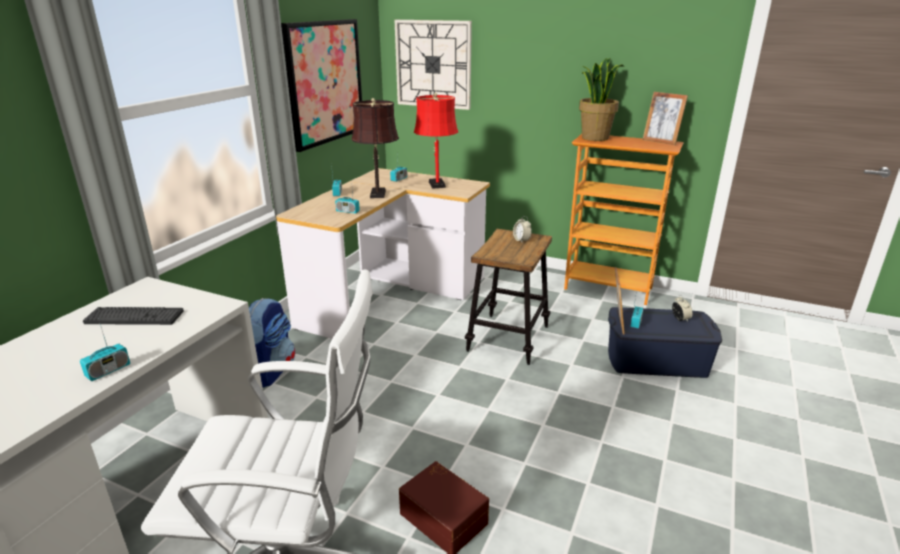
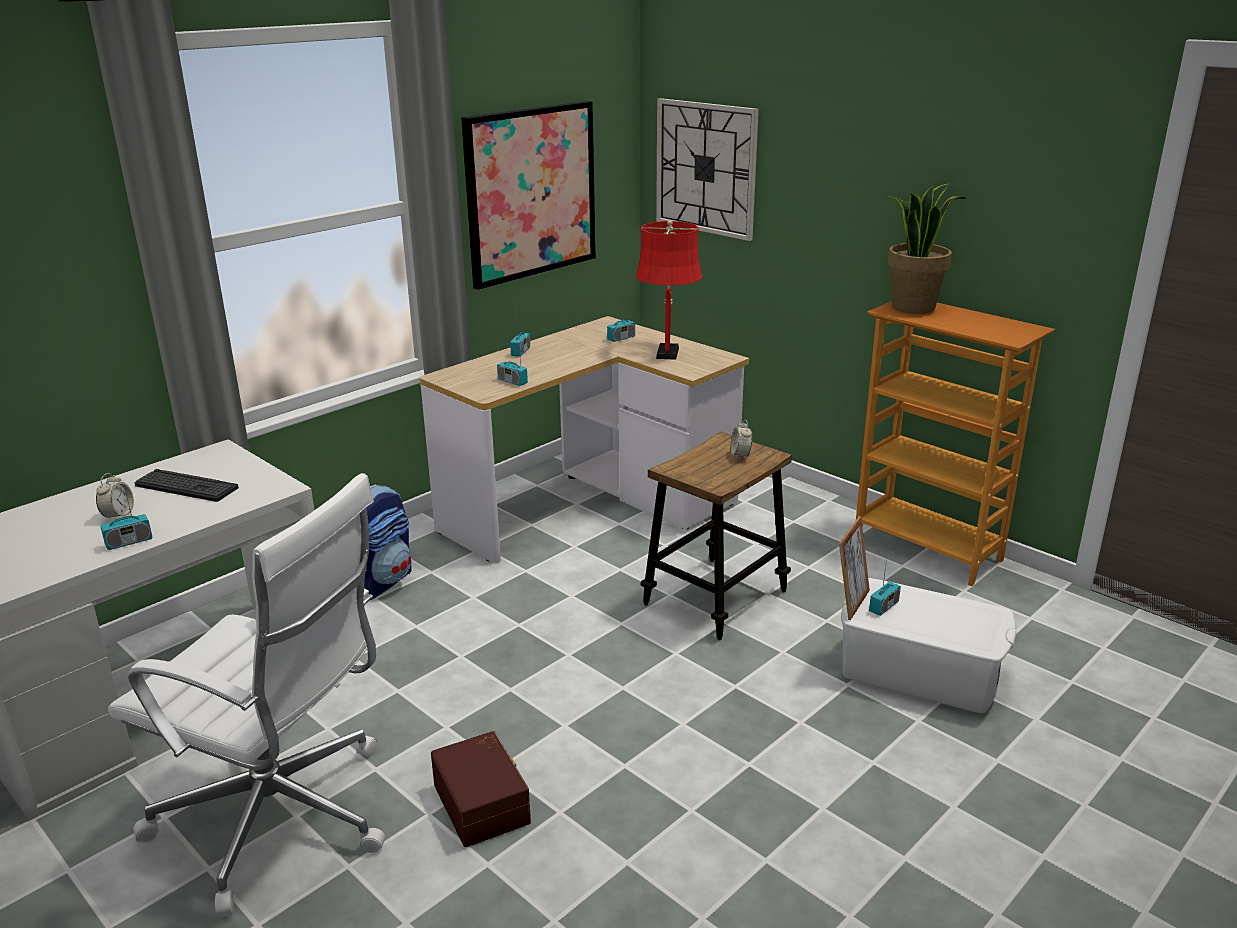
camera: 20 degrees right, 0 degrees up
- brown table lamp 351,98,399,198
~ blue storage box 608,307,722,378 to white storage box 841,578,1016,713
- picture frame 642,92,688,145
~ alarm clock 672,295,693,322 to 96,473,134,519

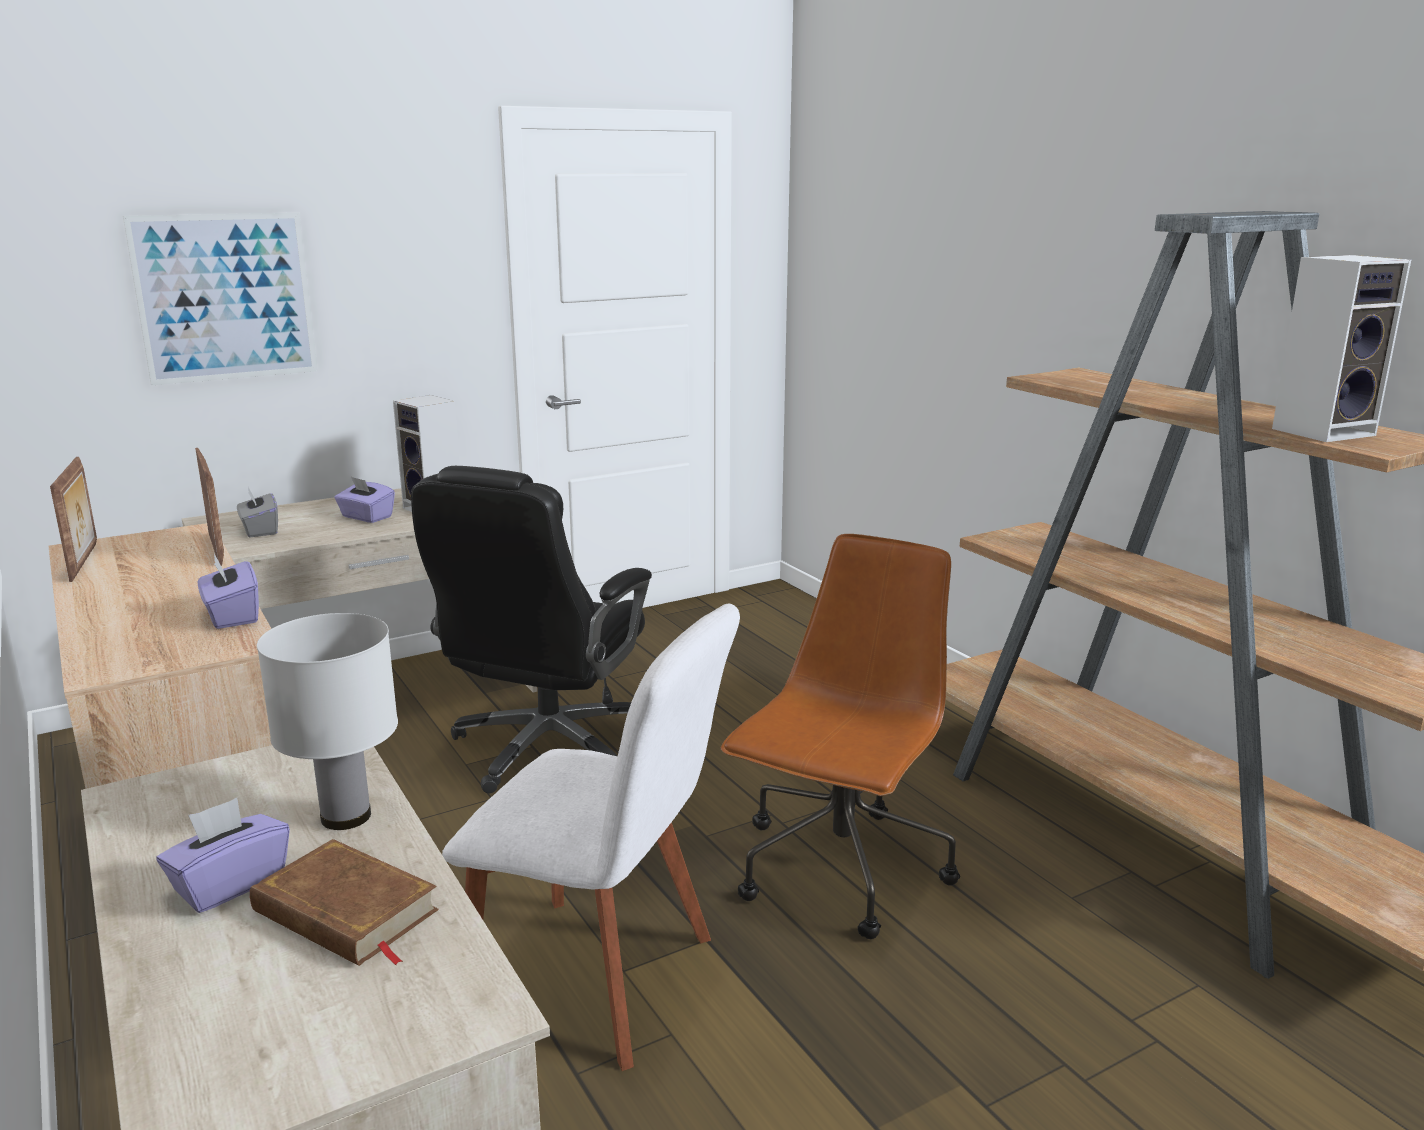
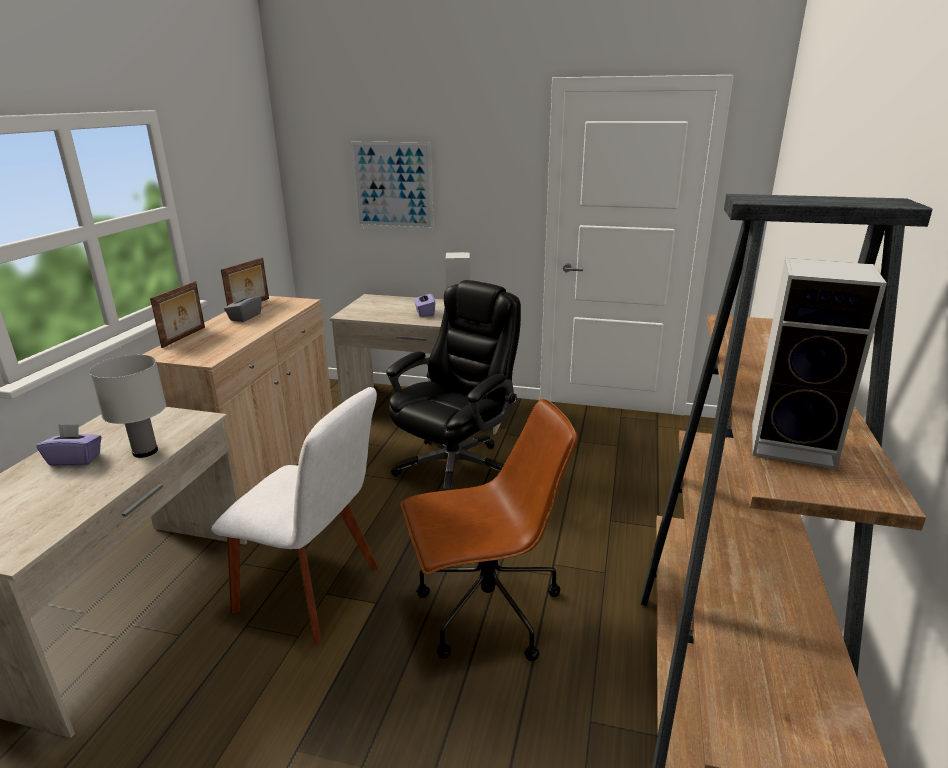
camera: 45 degrees right, 5 degrees up
~ picture frame 195,448,224,566 to 150,281,205,348
- purple tissue box 198,554,259,629
~ grey tissue box 237,487,278,537 to 224,290,262,322
- brown book 250,839,439,966
~ black office chair 411,466,652,794 = 386,280,521,491 150 degrees clockwise
~ white chair 442,604,740,1071 = 211,387,379,644 45 degrees counterclockwise

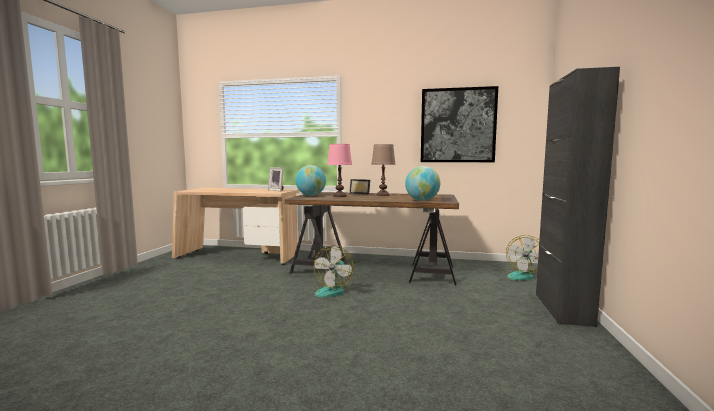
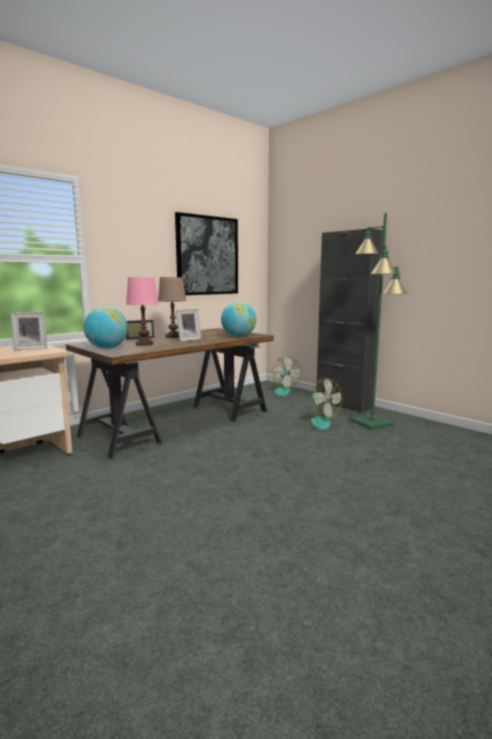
camera: 55 degrees left, 5 degrees up
~ fan 314,245,354,297 to 293,378,343,430
+ picture frame 176,309,201,341
+ green floor lamp 351,213,407,430

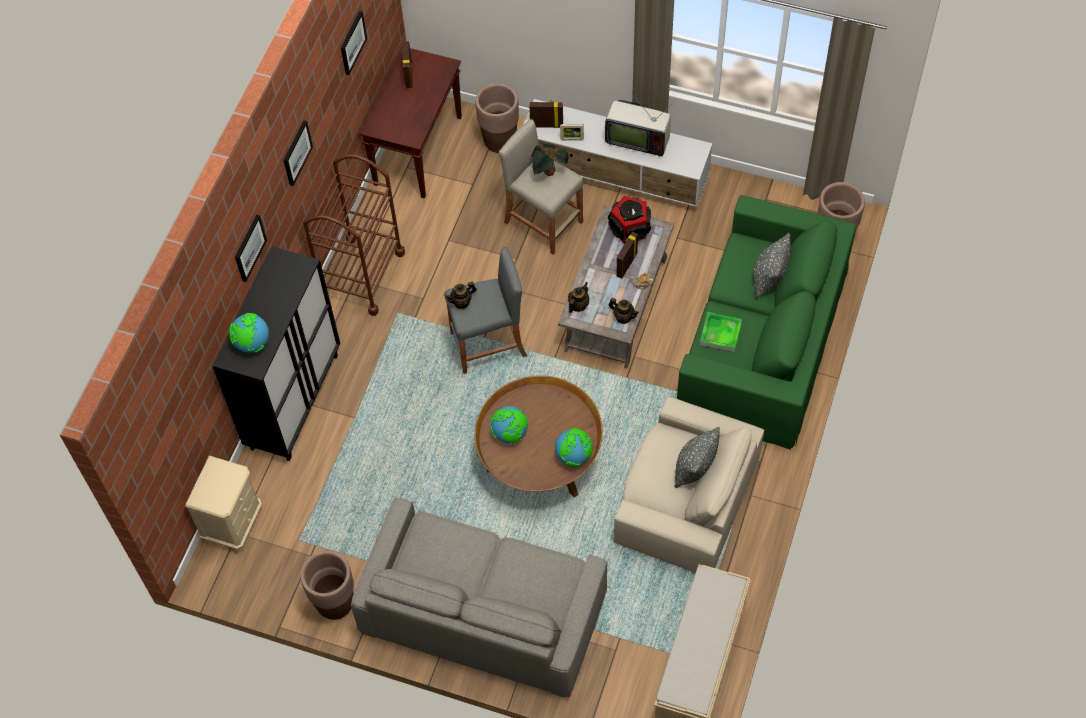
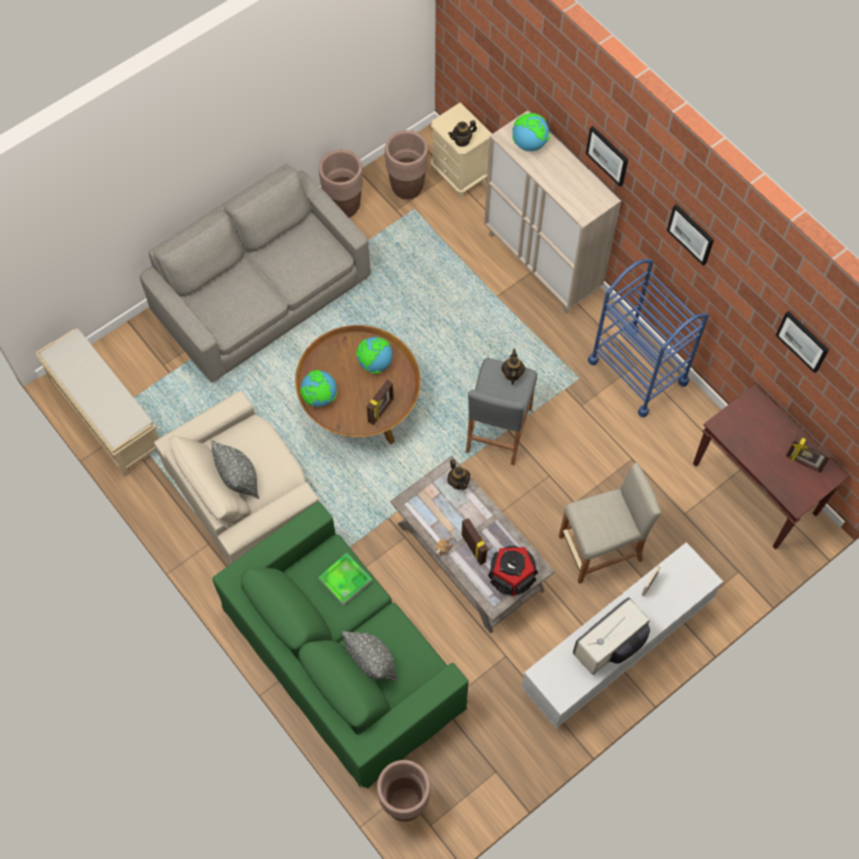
camera: 120 degrees right, 5 degrees up
~ black cabinet 213,247,340,461 to beige cabinet 484,111,621,314
~ brown cart 303,154,405,316 to blue cart 588,259,709,418
~ brown planter 475,83,519,153 to 385,130,428,200
~ picture frame 529,101,563,128 to 367,380,394,425
- potted plant 531,144,568,176
~ teapot 608,298,639,324 to 448,120,477,147

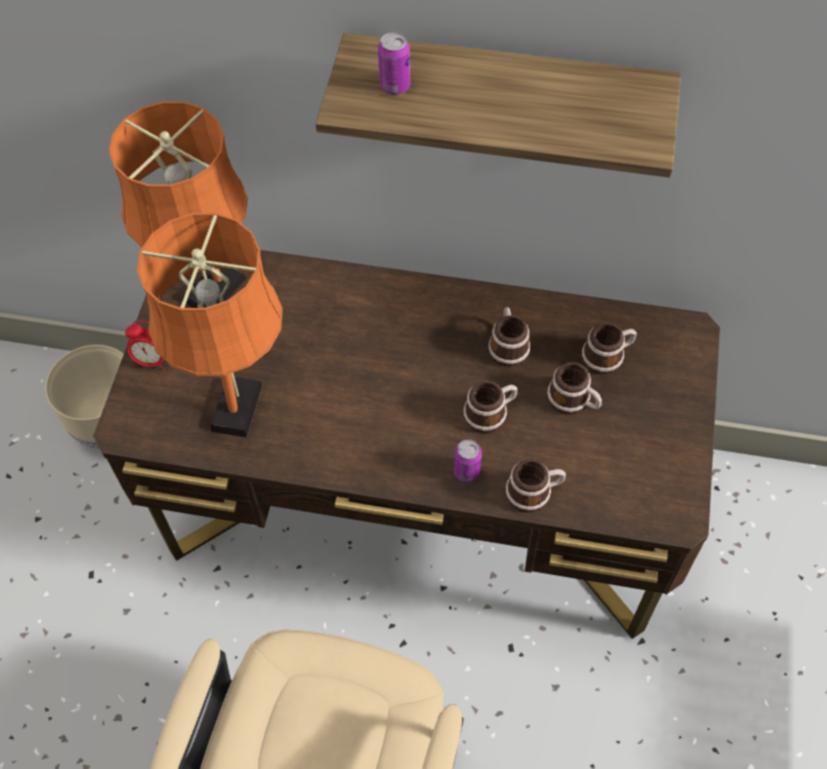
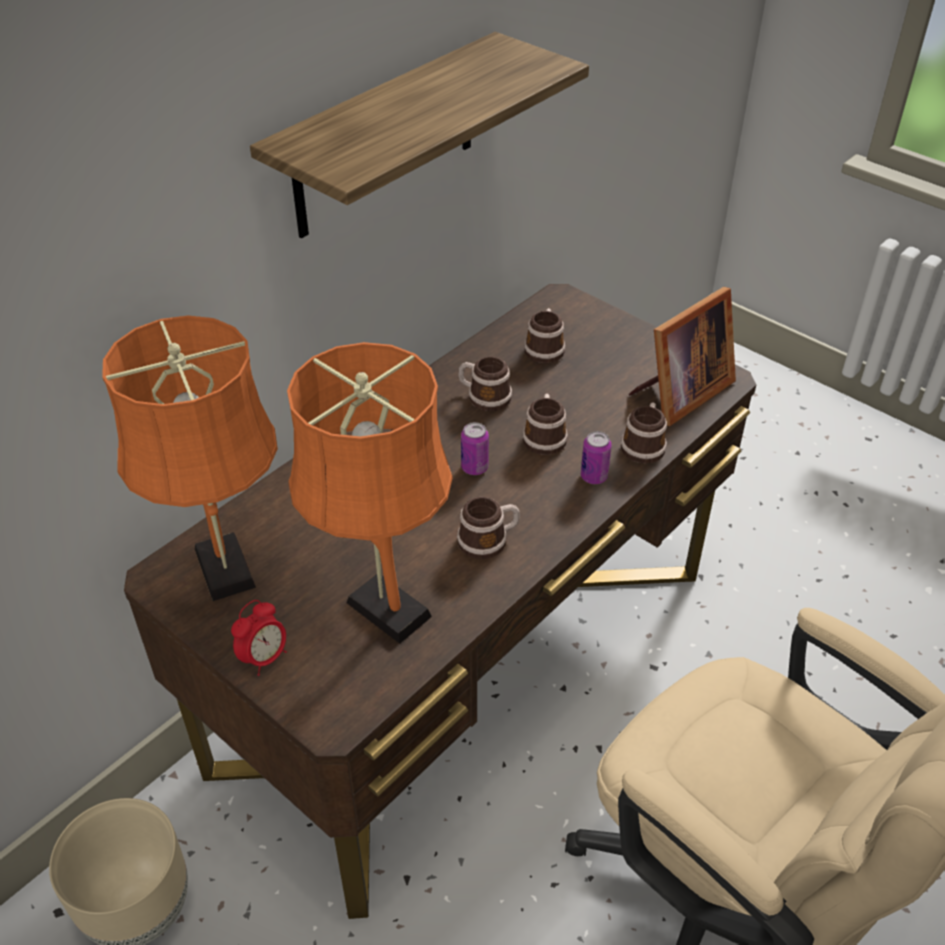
camera: 60 degrees left, 15 degrees down
~ can 378,32,410,95 to 461,422,489,475
~ mug 547,362,602,415 to 457,497,520,559
+ picture frame 629,287,736,426

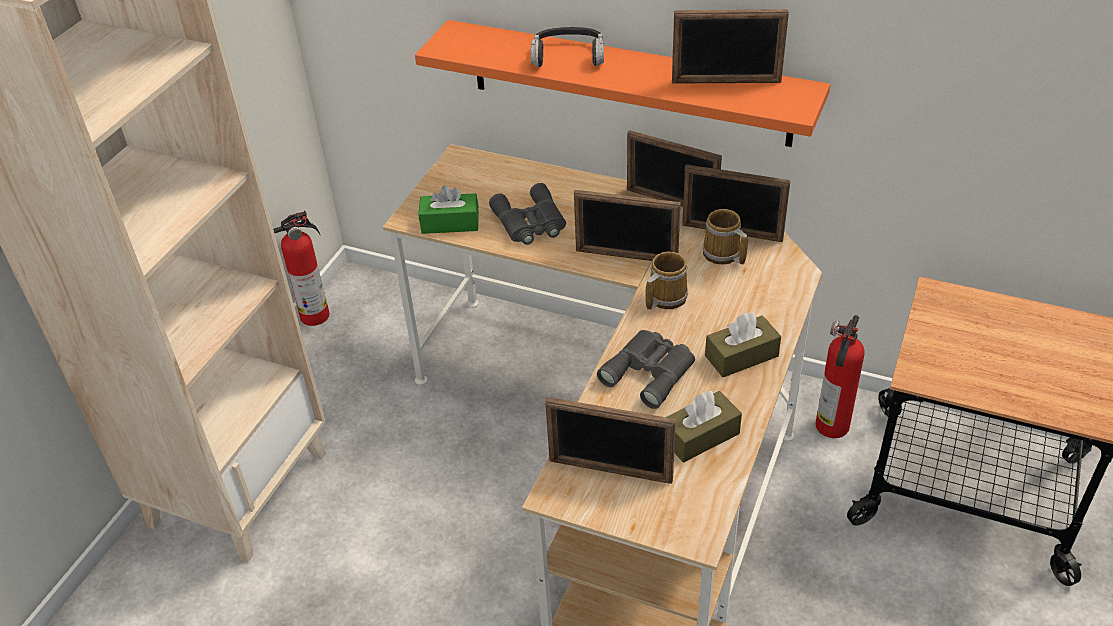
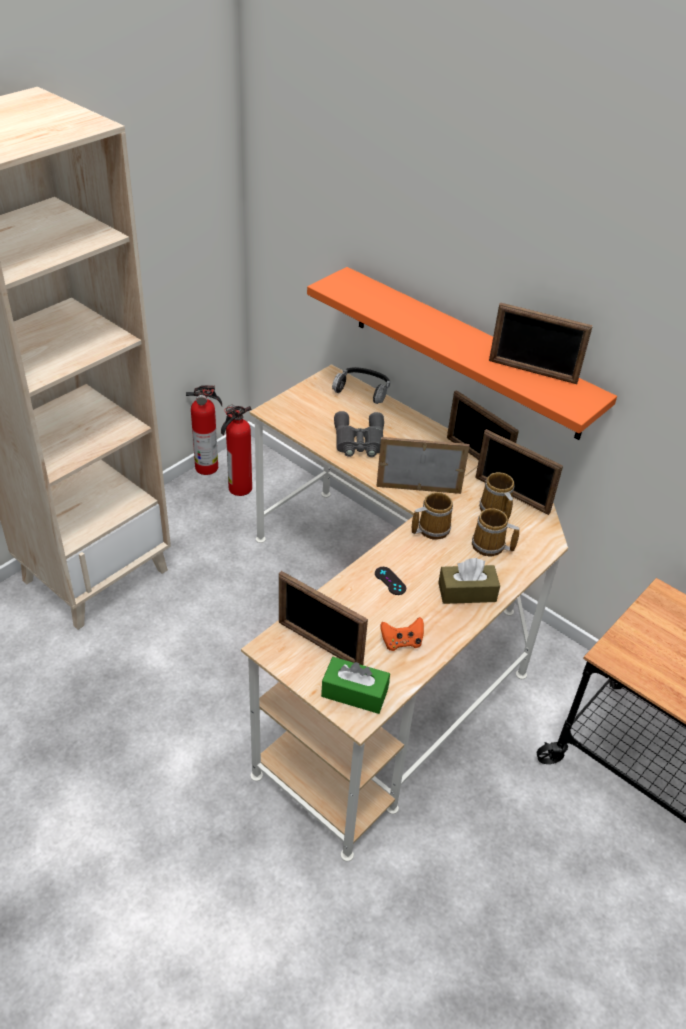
camera: 15 degrees right, 0 degrees up
~ green tissue box 418,185,479,234 to 321,657,390,714
~ headphones 531,27,604,67 to 332,367,390,404
~ picture frame 574,190,681,261 = 376,437,470,494 150 degrees clockwise
~ grey binoculars 597,330,695,409 to black game controller 375,567,406,595
~ brown tissue box 666,390,742,462 to orange game controller 381,617,424,651
~ fire extinguisher 816,315,865,438 to 221,404,252,496
+ mug 472,508,520,556

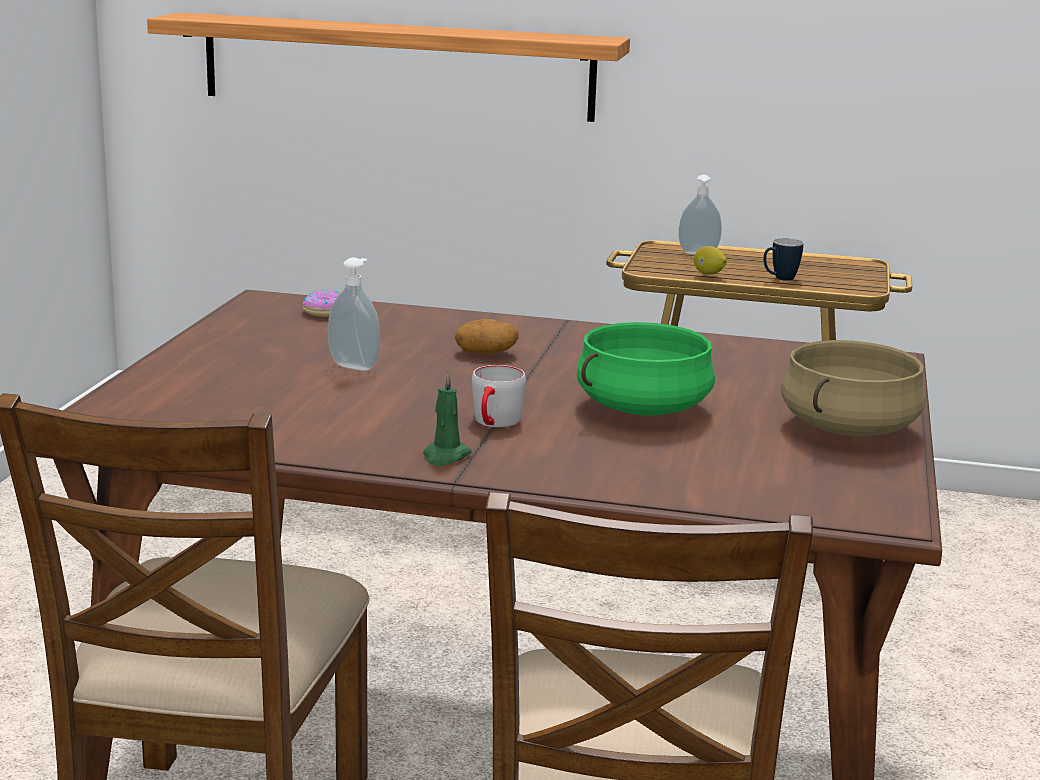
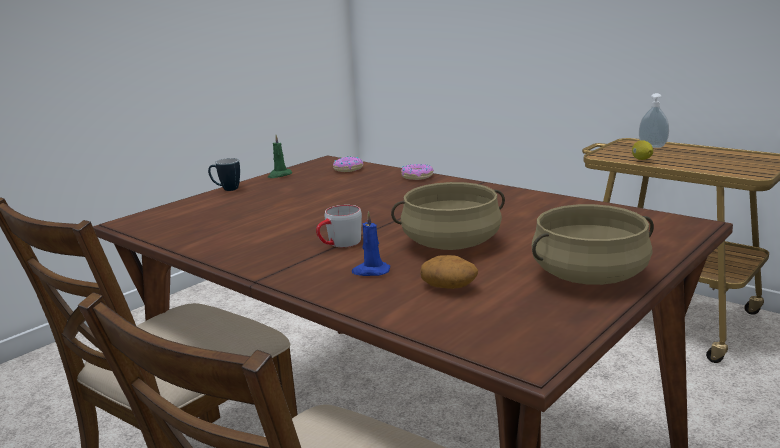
camera: 30 degrees right, 0 degrees up
- shelf 147,12,630,122
- soap dispenser 328,257,380,371
~ green candle 423,372,472,466 to 268,135,292,178
~ potato 455,319,519,354 to 420,255,478,289
~ green cooking pot 577,322,715,416 to beige cooking pot 391,182,505,250
~ mug 763,238,804,281 to 208,158,240,191
+ blue candle 352,211,390,276
+ donut 401,164,434,180

